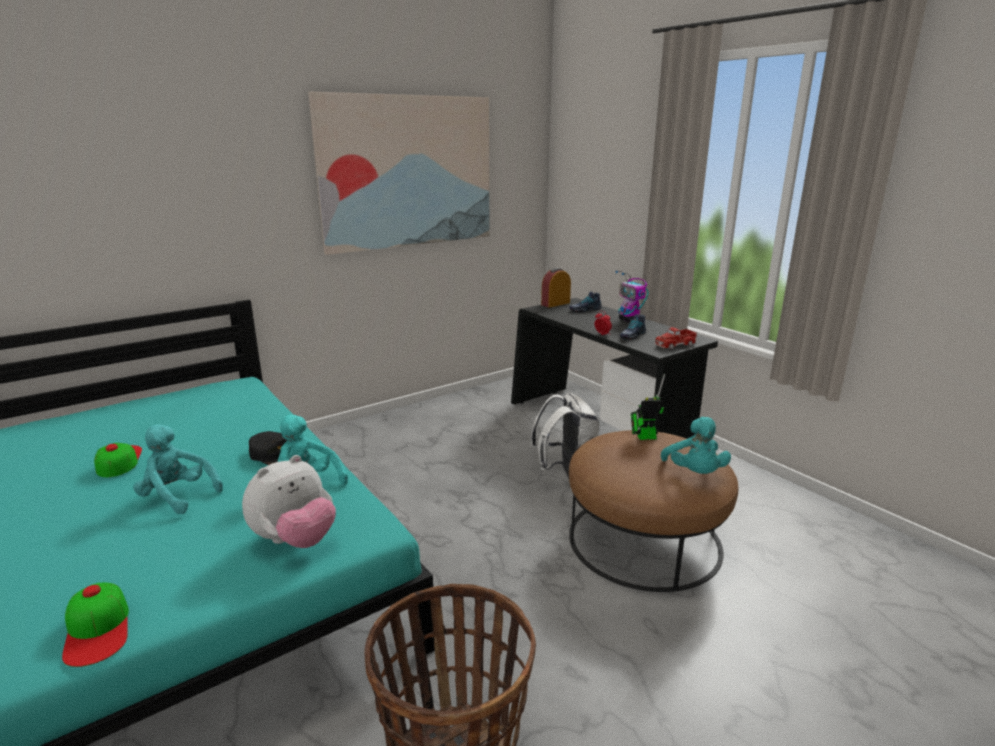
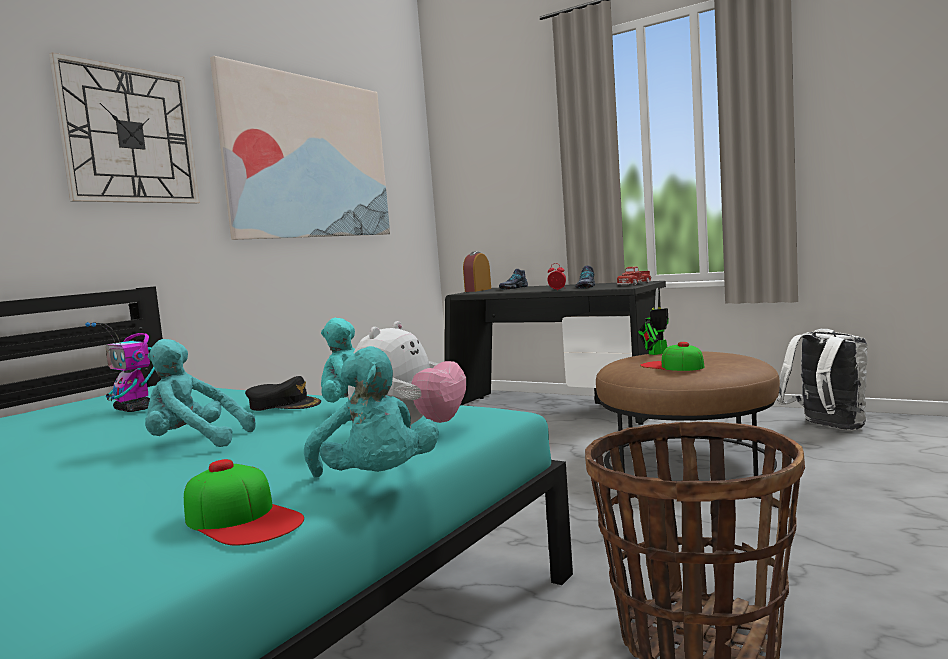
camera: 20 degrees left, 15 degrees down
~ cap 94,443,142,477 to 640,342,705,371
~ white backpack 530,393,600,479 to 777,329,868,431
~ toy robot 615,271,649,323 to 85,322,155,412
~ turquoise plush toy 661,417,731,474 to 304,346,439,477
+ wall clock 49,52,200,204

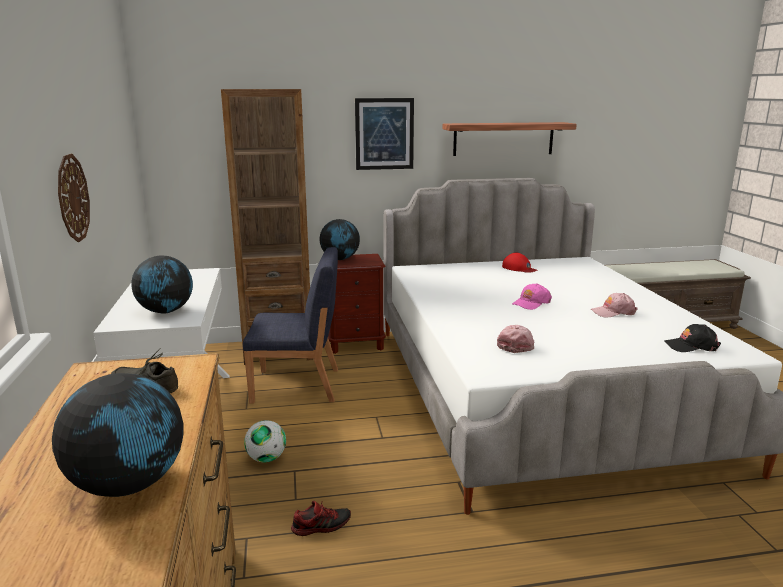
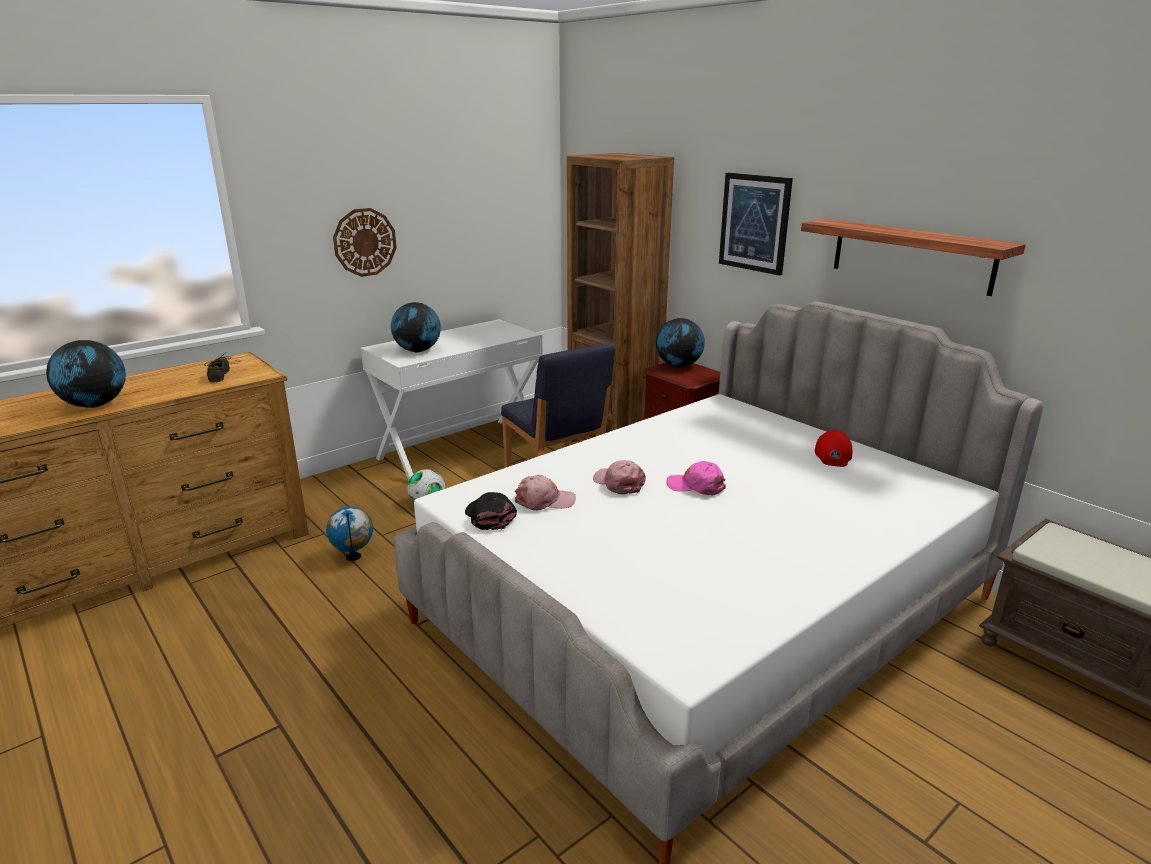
camera: 60 degrees right, 5 degrees up
~ shoe 291,501,351,536 to globe 326,507,373,561
~ pink cap 591,293,638,318 to 593,460,646,495
~ black cap 664,324,721,352 to 465,492,517,530

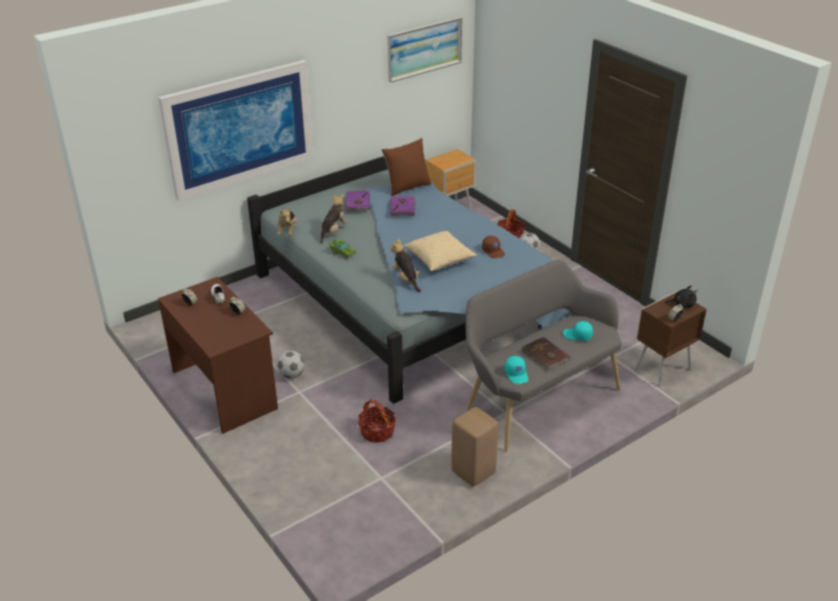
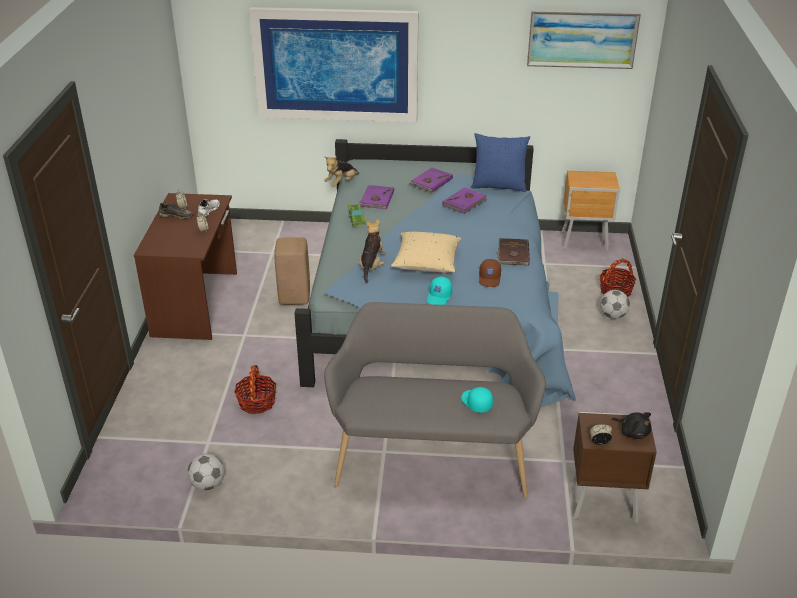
camera: 40 degrees right, 0 degrees up
~ football 277,351,305,379 to 188,454,225,491
~ plush toy 320,194,348,244 to purple book 360,185,394,209
~ brown pillow 382,138,431,196 to blue pillow 471,133,530,192
~ beige stool 451,407,498,487 to 274,237,310,305
~ turquoise cap 505,356,528,384 to 427,277,452,305
~ brown book 522,337,570,371 to 497,238,530,266
+ grey shoe 159,202,193,219

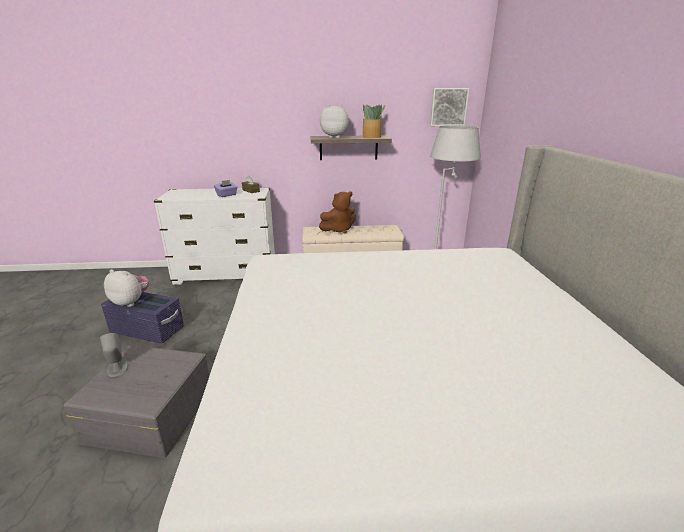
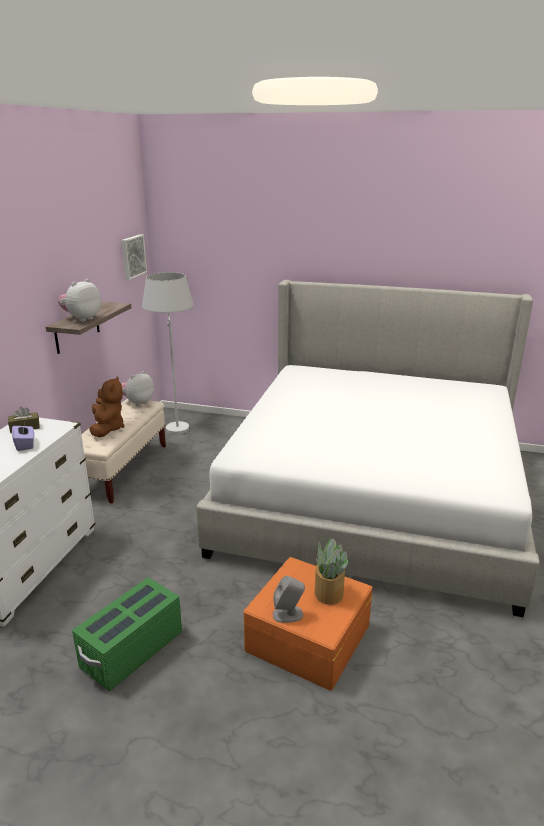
camera: 70 degrees left, 0 degrees up
~ grey storage box 63,345,209,458 to orange storage box 244,557,373,691
~ purple storage box 101,292,184,344 to green storage box 72,577,182,691
~ plush toy 104,269,149,307 to 121,371,154,406
~ potted plant 363,104,385,138 to 315,538,348,605

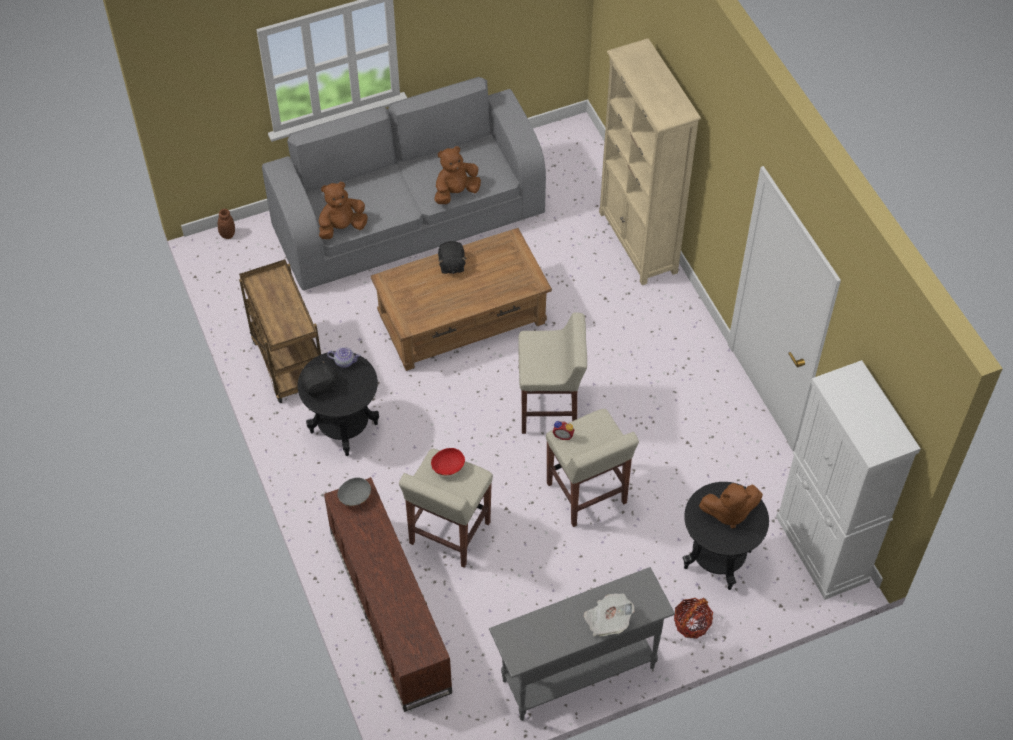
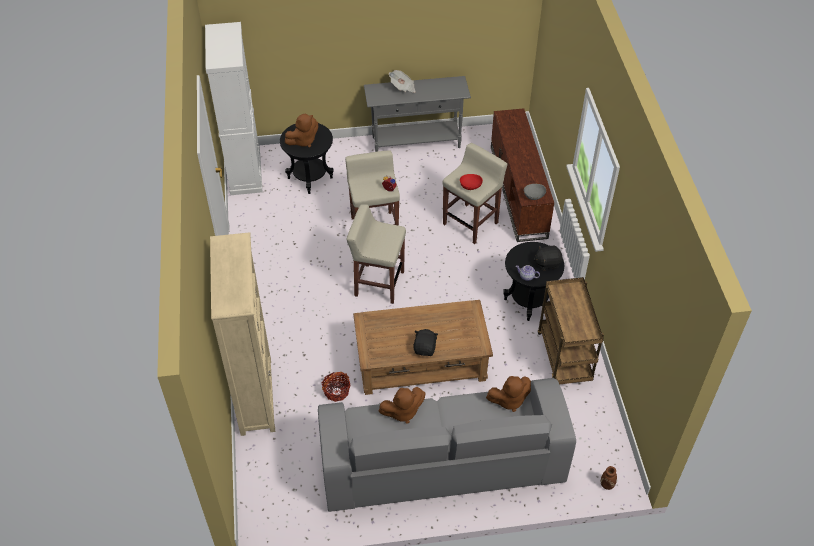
camera: 165 degrees left, 5 degrees down
~ basket 674,598,713,639 to 322,372,350,402
~ brown plush toy 699,483,763,528 = 285,114,318,147 135 degrees clockwise

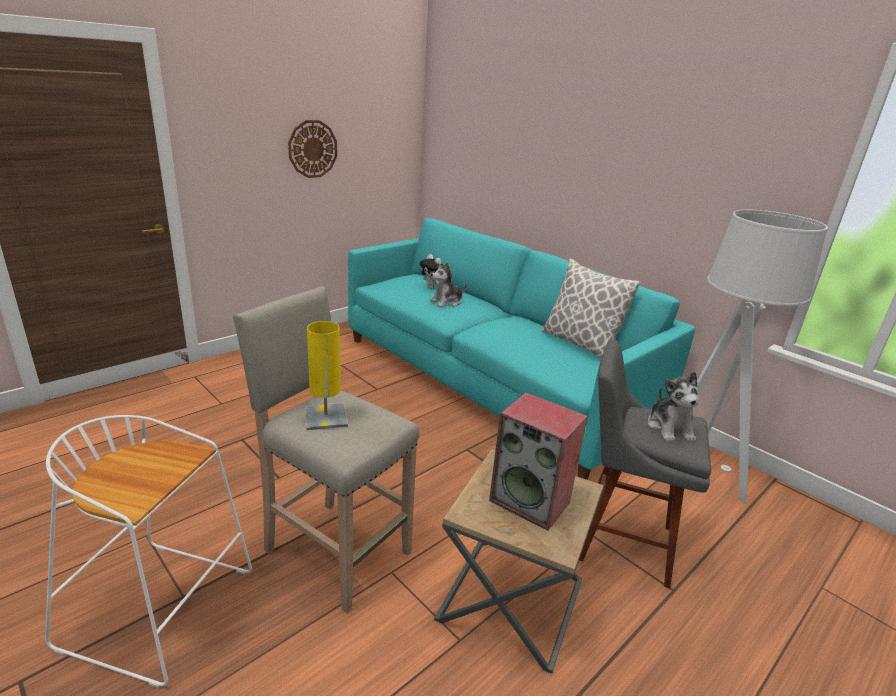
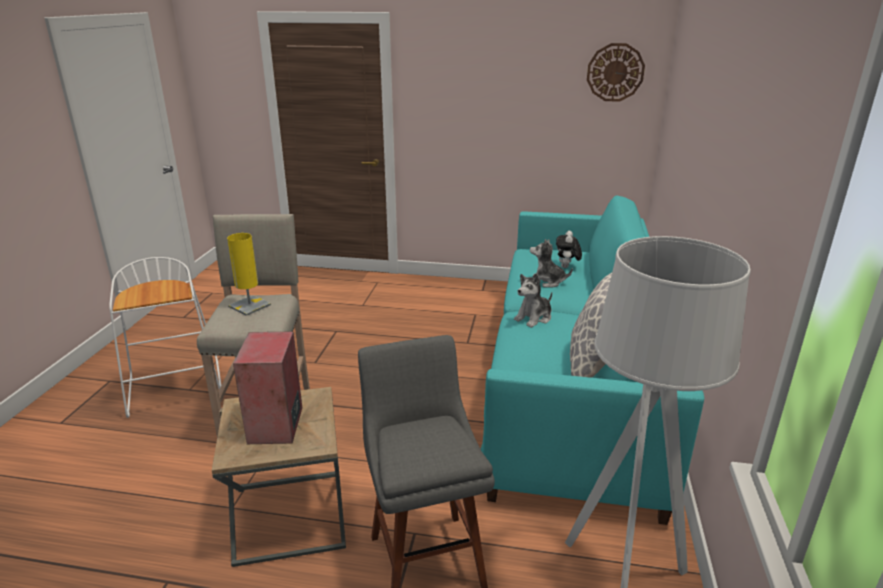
camera: 55 degrees right, 0 degrees up
~ wall clock 288,120,337,178 to 587,43,645,102
~ plush toy 648,371,699,442 to 514,273,552,328

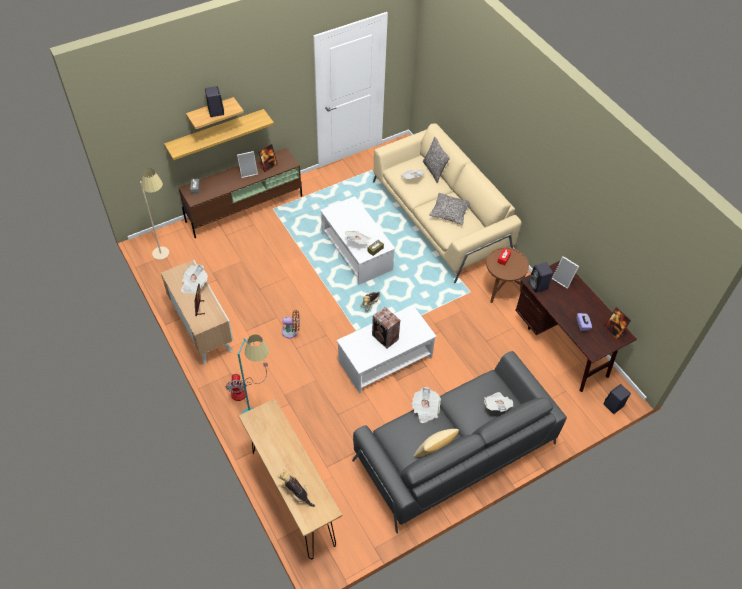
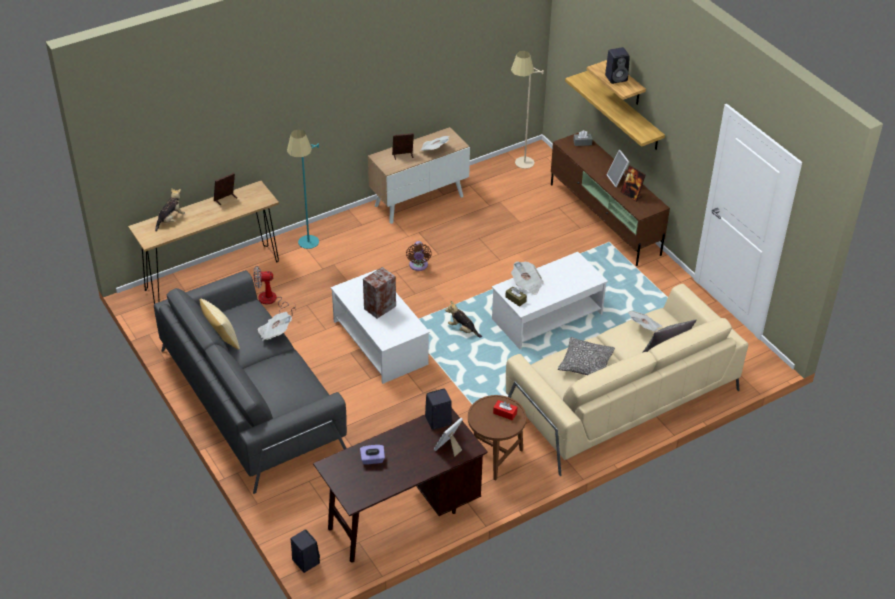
camera: 90 degrees right, 10 degrees down
~ fan 226,363,268,401 to 253,266,296,317
- newspaper 484,392,513,412
~ picture frame 604,307,631,340 to 214,173,237,206

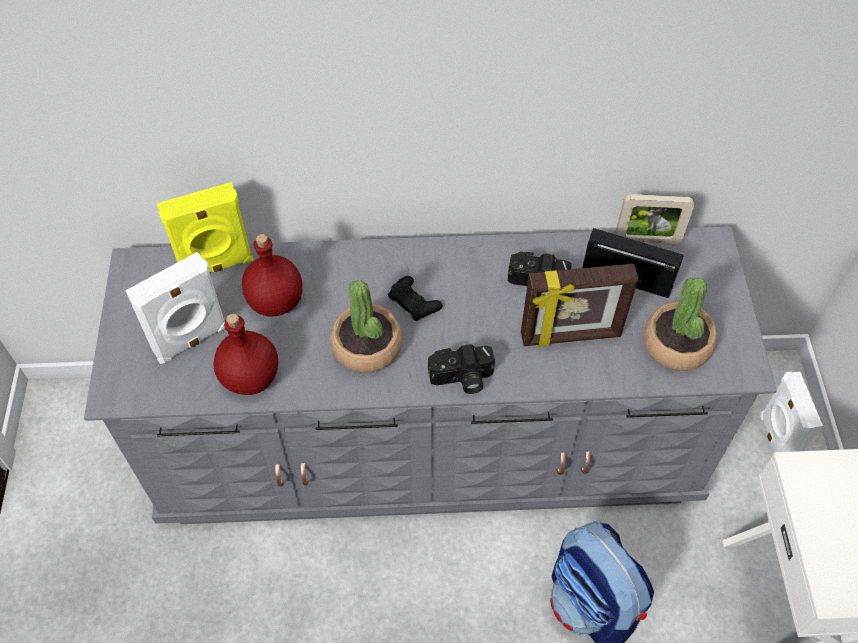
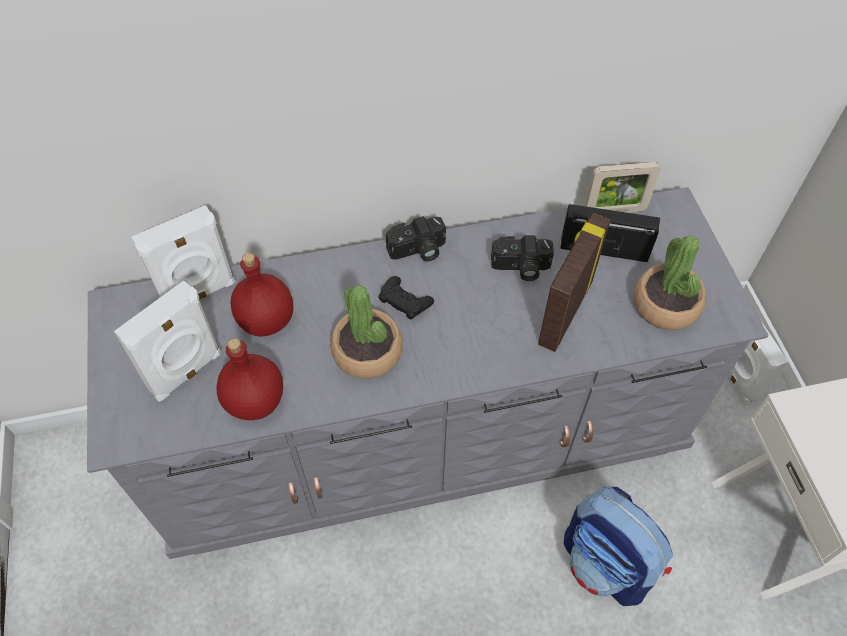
camera: 10 degrees left, 0 degrees up
~ yellow speaker 157,182,253,273 to white speaker 132,205,235,300
~ photo camera 428,344,495,394 to 386,216,446,262
~ picture frame 521,264,638,347 = 539,213,610,352 135 degrees clockwise

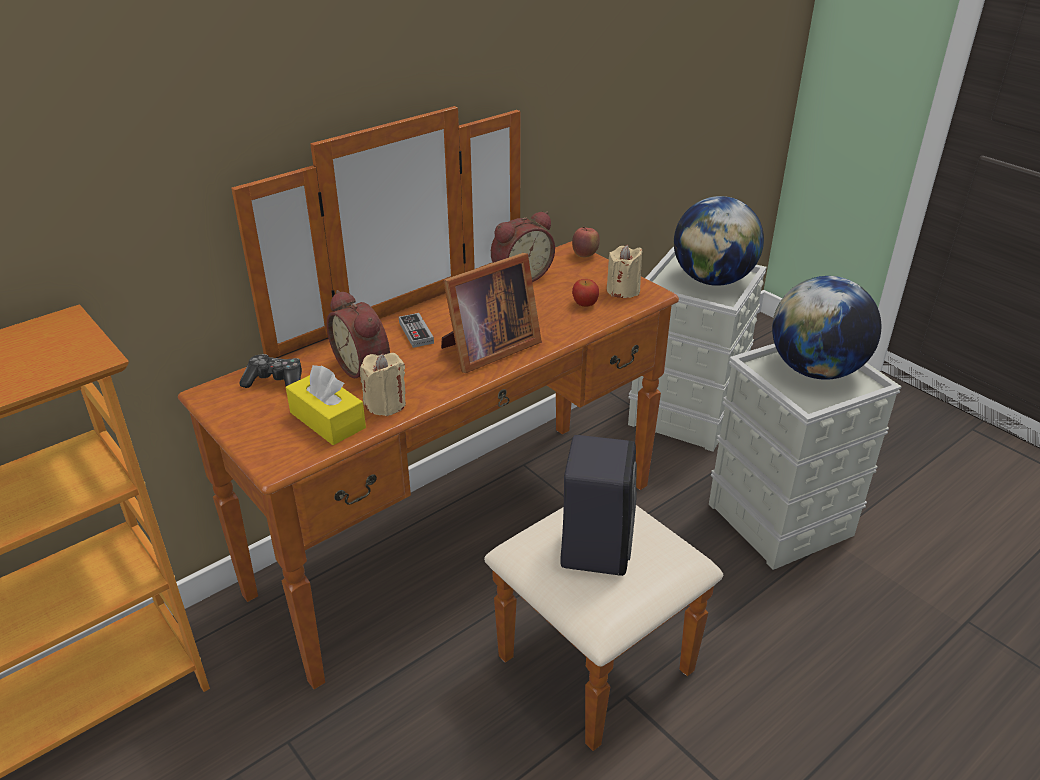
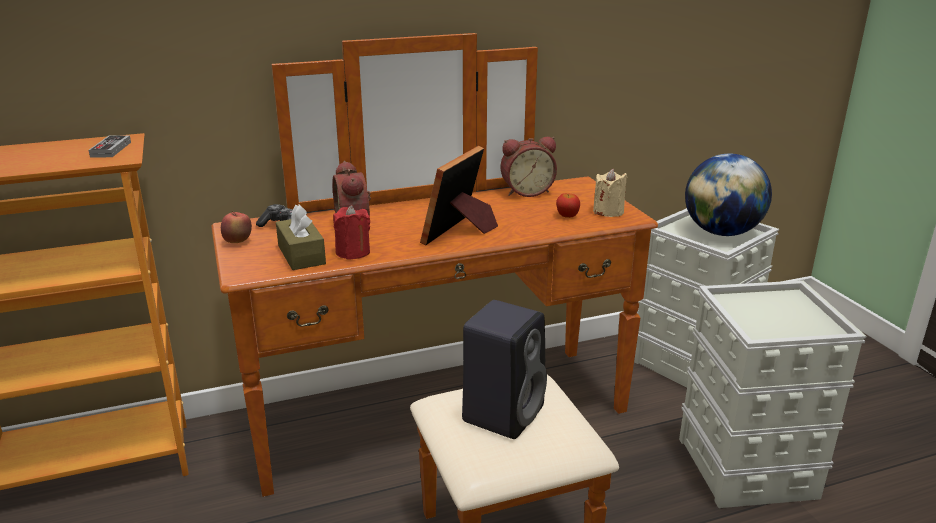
camera: 20 degrees right, 10 degrees down
~ yellow tissue box 286,365,366,445 to brown tissue box 276,205,326,270
~ beige candle 360,353,406,416 to red candle 333,205,370,260
~ game controller 399,313,434,348 to 88,135,131,158
~ picture frame 441,253,542,373 = 420,146,498,246 135 degrees clockwise
~ apple 572,226,600,258 to 221,210,252,243
- globe 772,276,881,380

